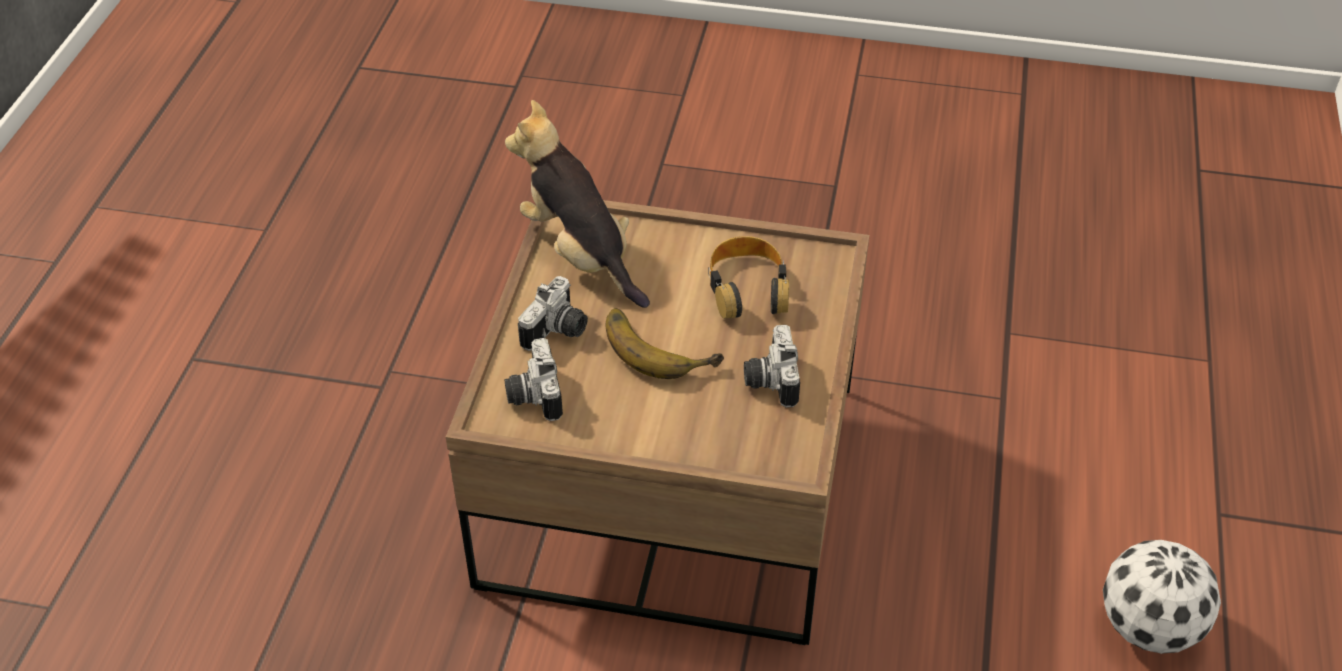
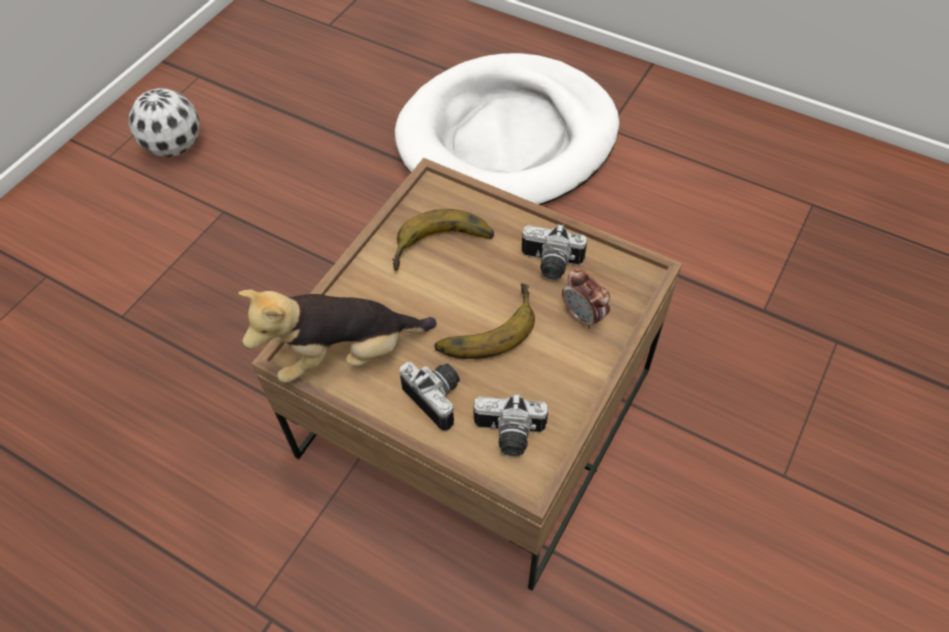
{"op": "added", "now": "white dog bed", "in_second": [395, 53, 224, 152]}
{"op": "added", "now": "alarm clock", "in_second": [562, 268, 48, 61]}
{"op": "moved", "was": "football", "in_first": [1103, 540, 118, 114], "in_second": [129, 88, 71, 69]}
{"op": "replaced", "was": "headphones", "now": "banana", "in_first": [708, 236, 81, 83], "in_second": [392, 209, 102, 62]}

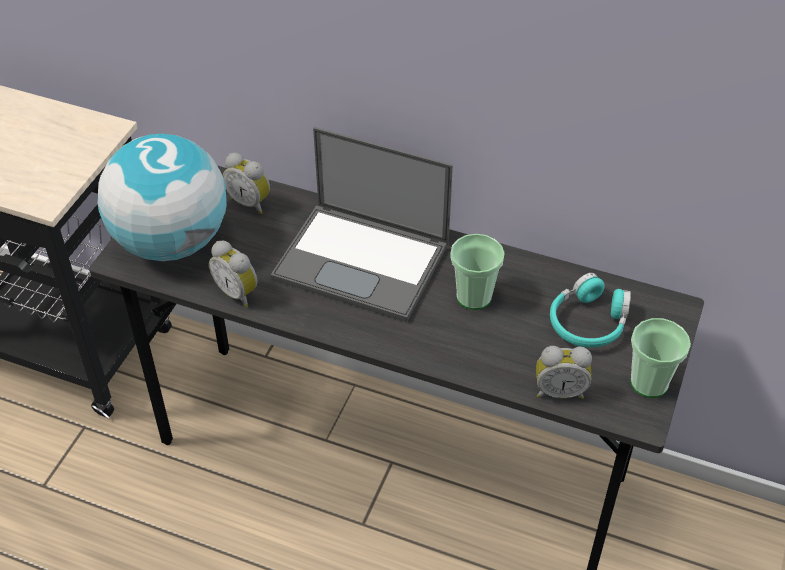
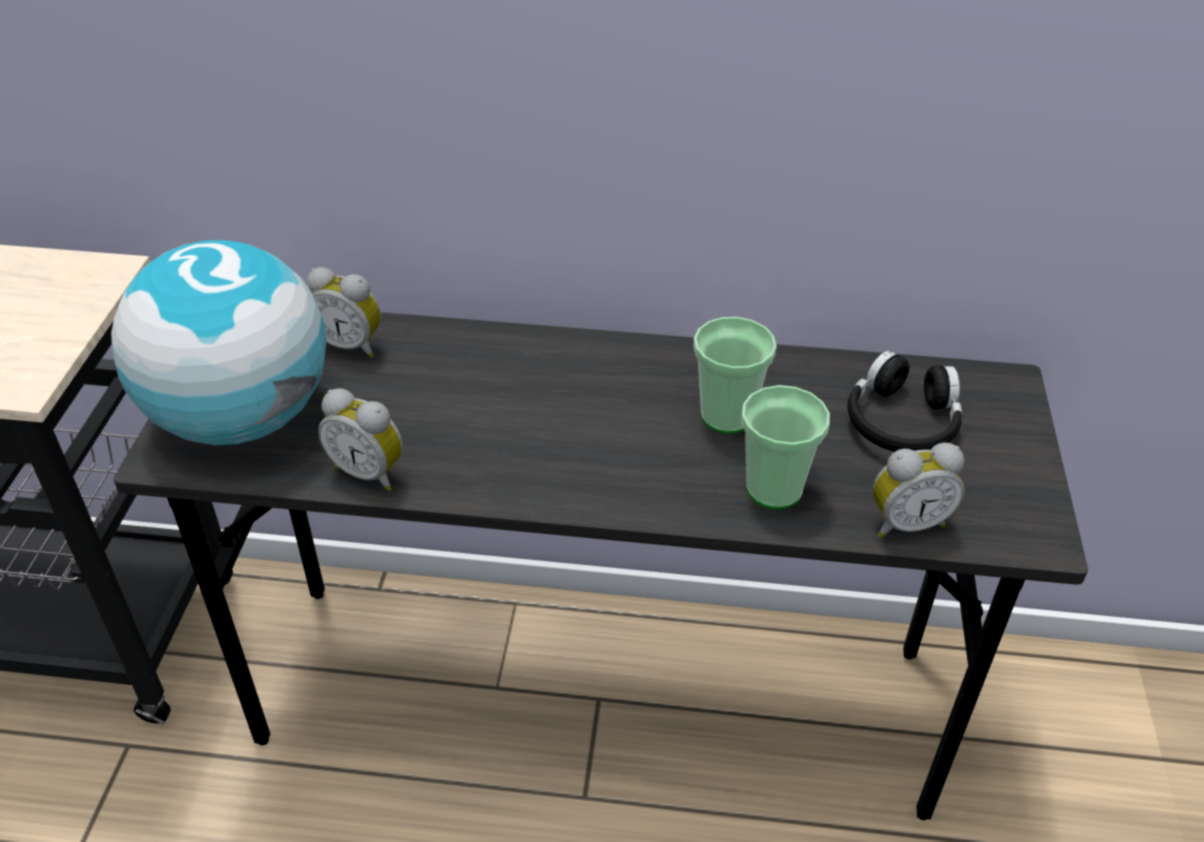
{"op": "removed", "was": "laptop", "in_first": [271, 127, 182, 195]}
{"op": "moved", "was": "cup", "in_first": [631, 318, 60, 80], "in_second": [741, 385, 89, 124]}
{"op": "recoloured", "was": "turquoise headphones", "now": "black headphones", "in_first": [550, 273, 81, 75], "in_second": [847, 351, 115, 101]}

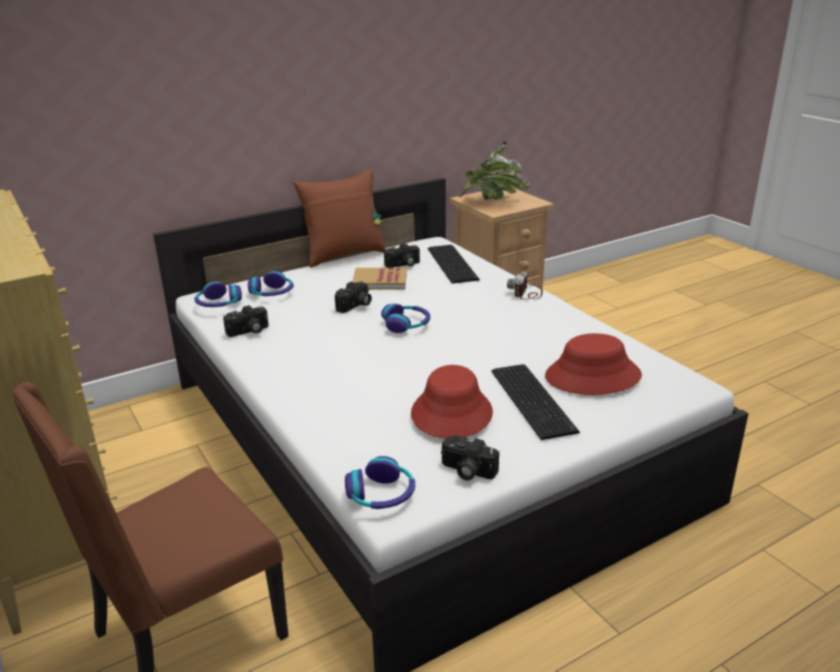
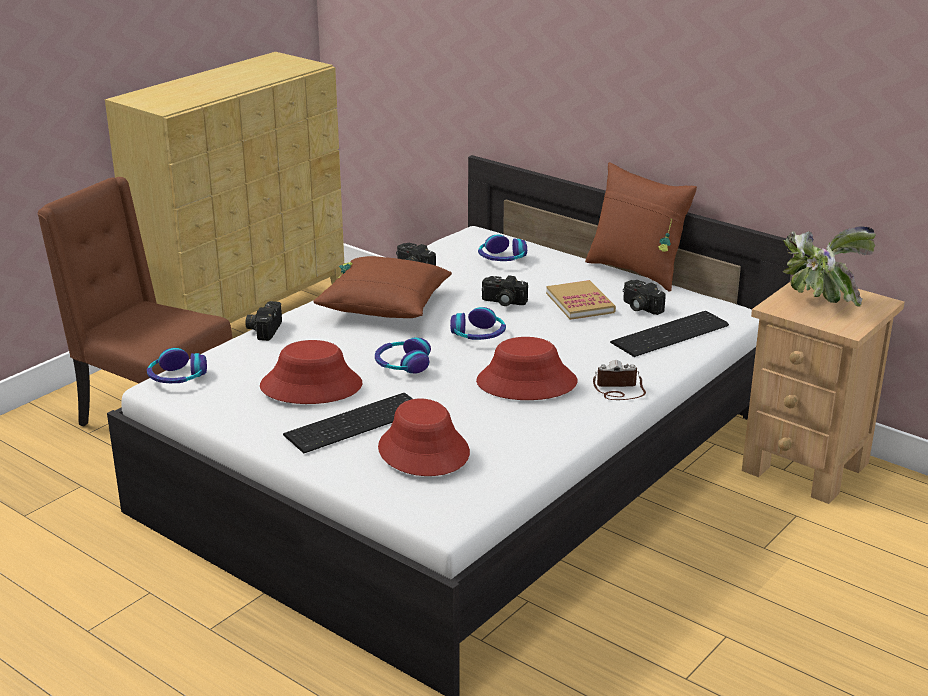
{"op": "added", "now": "brown pillow", "in_second": [313, 256, 139, 62]}
{"op": "added", "now": "red hat", "in_second": [476, 337, 101, 63]}
{"op": "moved", "was": "headphones", "in_first": [194, 282, 48, 25], "in_second": [375, 338, 56, 35]}
{"op": "moved", "was": "photo camera", "in_first": [441, 435, 58, 46], "in_second": [246, 301, 36, 40]}

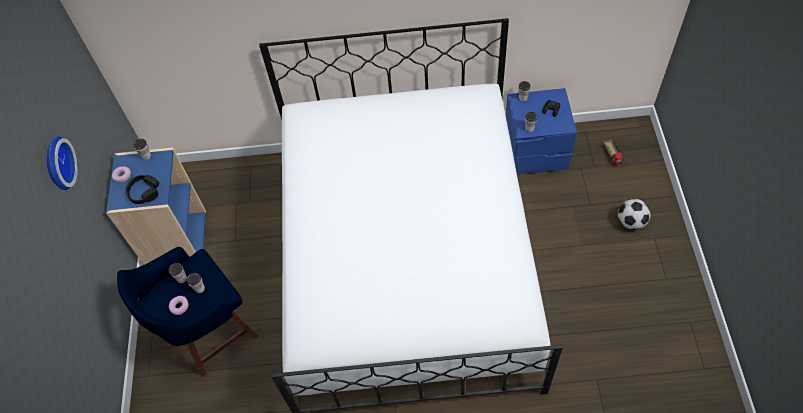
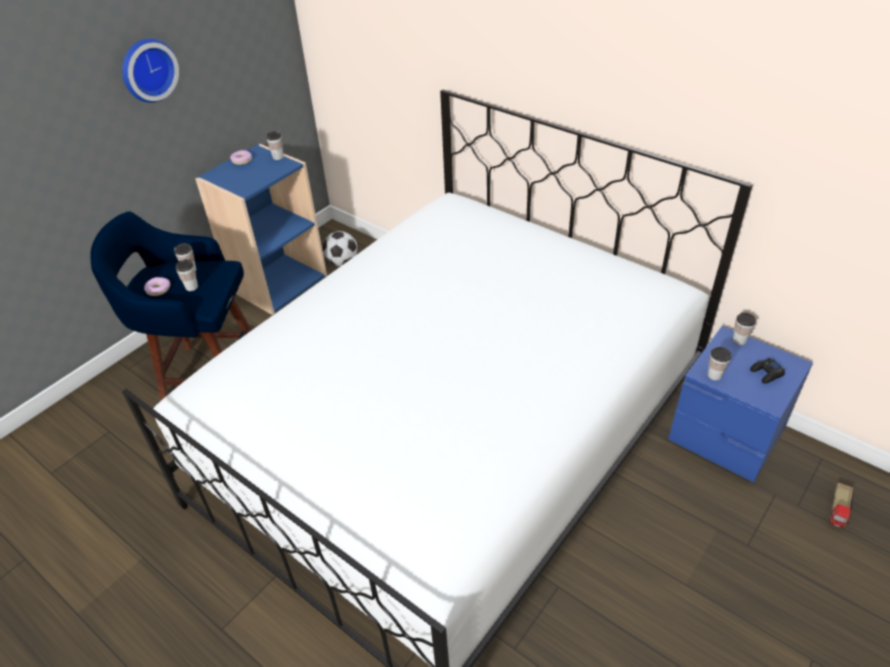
{"op": "removed", "was": "black headphones", "in_first": [126, 175, 33, 29]}
{"op": "moved", "was": "football", "in_first": [618, 199, 33, 31], "in_second": [323, 231, 35, 35]}

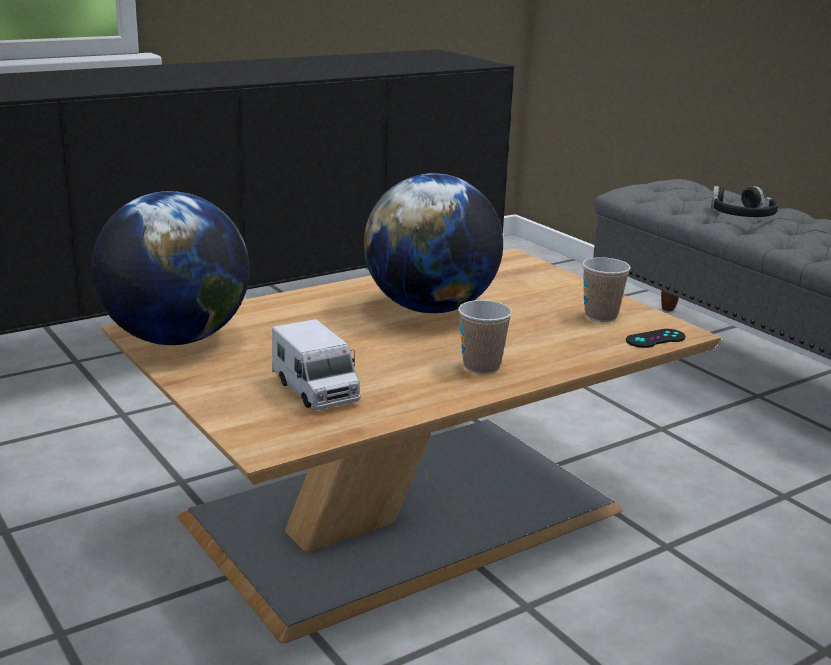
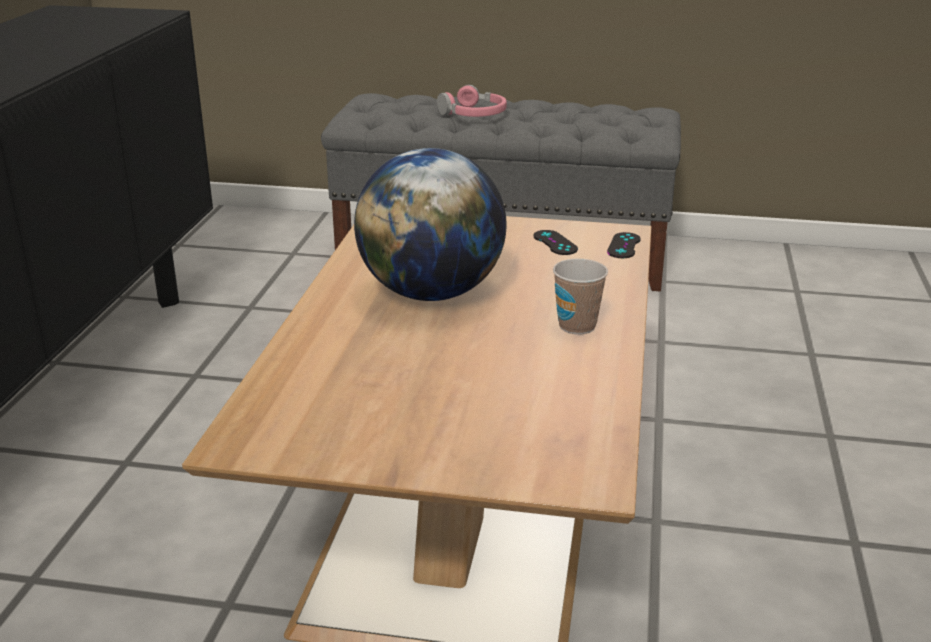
{"op": "removed", "was": "globe", "in_first": [92, 191, 158, 154]}
{"op": "removed", "was": "toy truck", "in_first": [272, 319, 89, 91]}
{"op": "replaced", "was": "cup", "now": "black game controller", "in_first": [582, 257, 49, 65], "in_second": [534, 230, 44, 25]}
{"op": "recoloured", "was": "black headphones", "now": "pink headphones", "in_first": [711, 186, 67, 31], "in_second": [437, 85, 70, 32]}

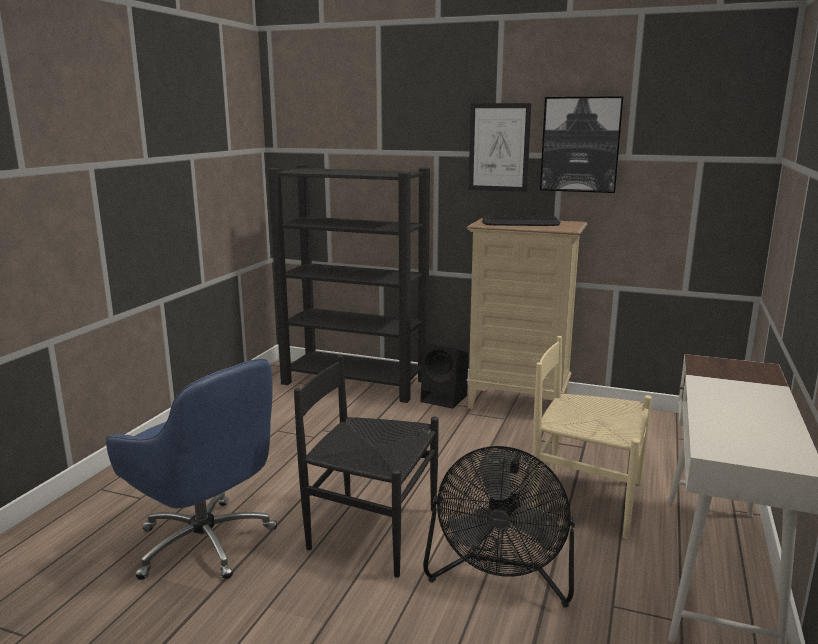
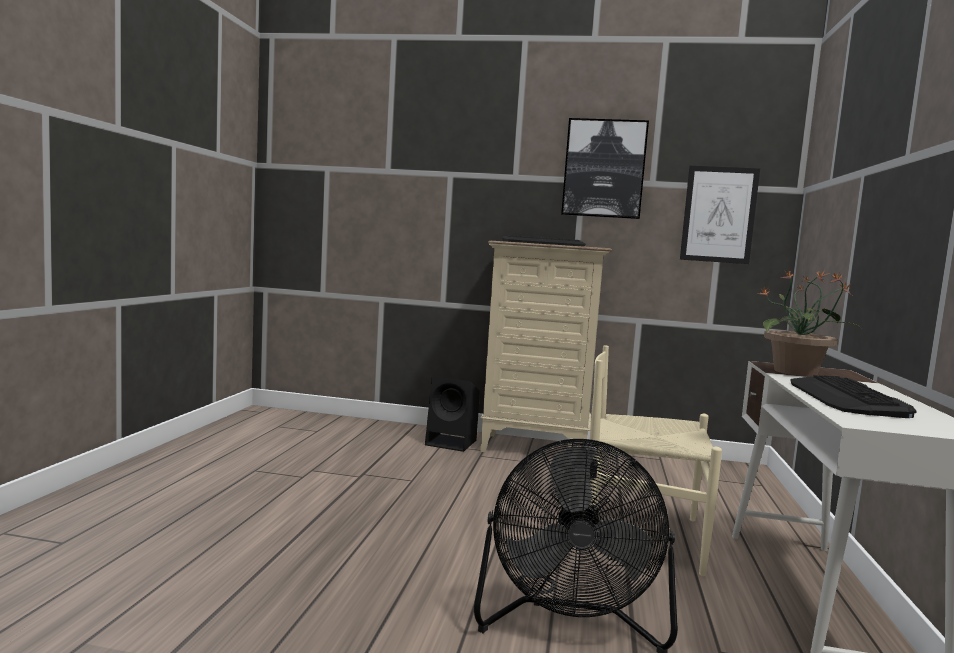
{"op": "removed", "was": "blue office chair", "in_first": [106, 359, 171, 221]}
{"op": "removed", "was": "black bookcase", "in_first": [268, 164, 162, 239]}
{"op": "removed", "was": "black chair", "in_first": [294, 355, 145, 223]}
{"op": "added", "now": "potted plant", "in_second": [756, 270, 105, 107]}
{"op": "added", "now": "keyboard", "in_second": [791, 375, 125, 43]}
{"op": "moved", "was": "picture", "in_first": [469, 103, 63, 89], "in_second": [680, 166, 80, 98]}

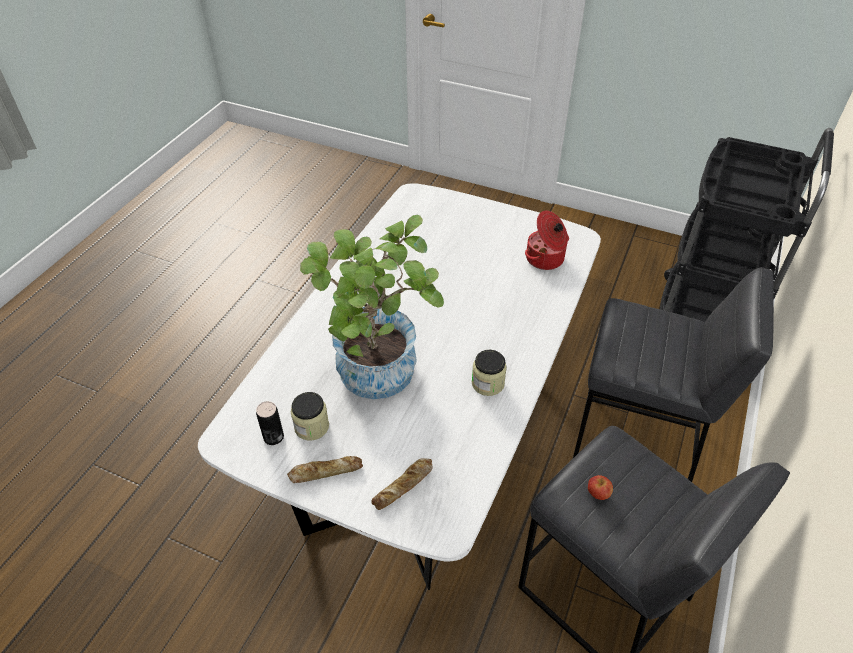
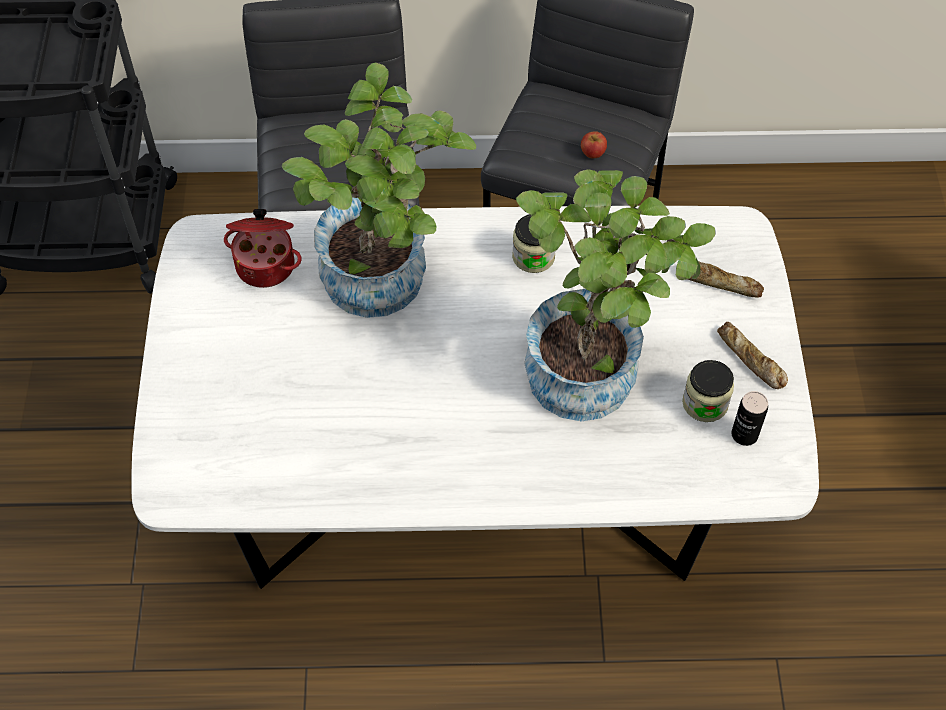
{"op": "added", "now": "potted plant", "in_second": [282, 63, 194, 255]}

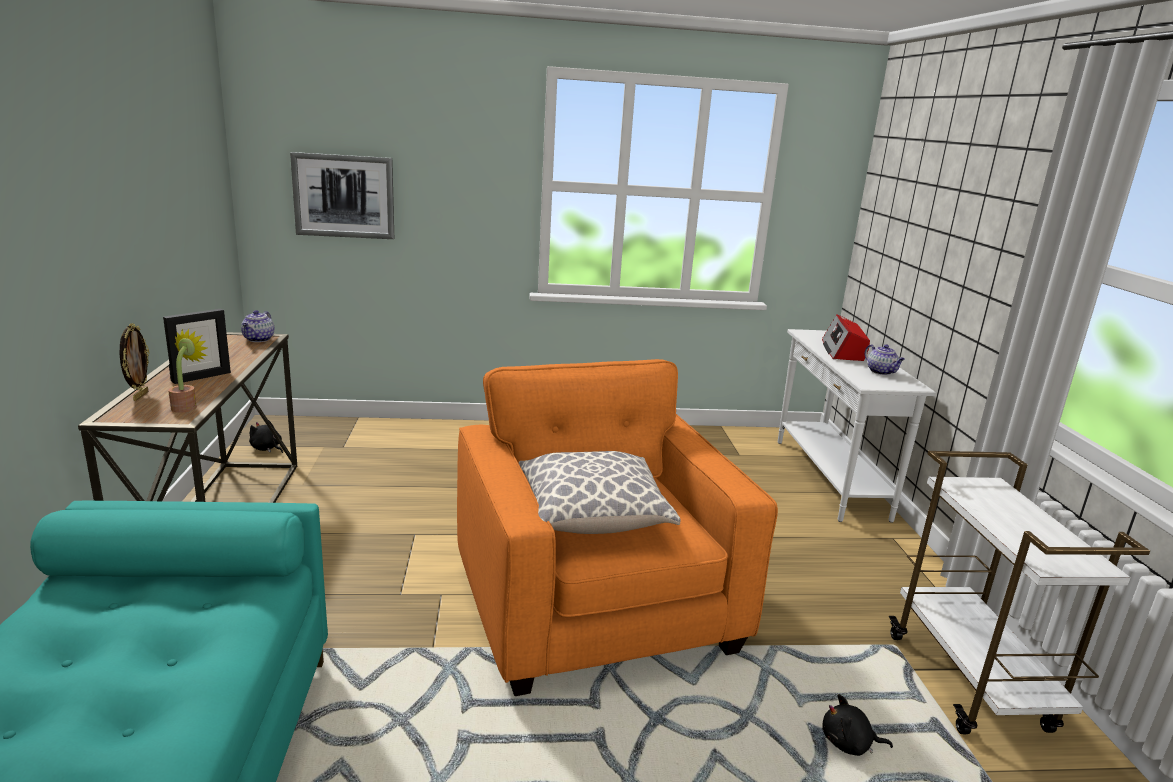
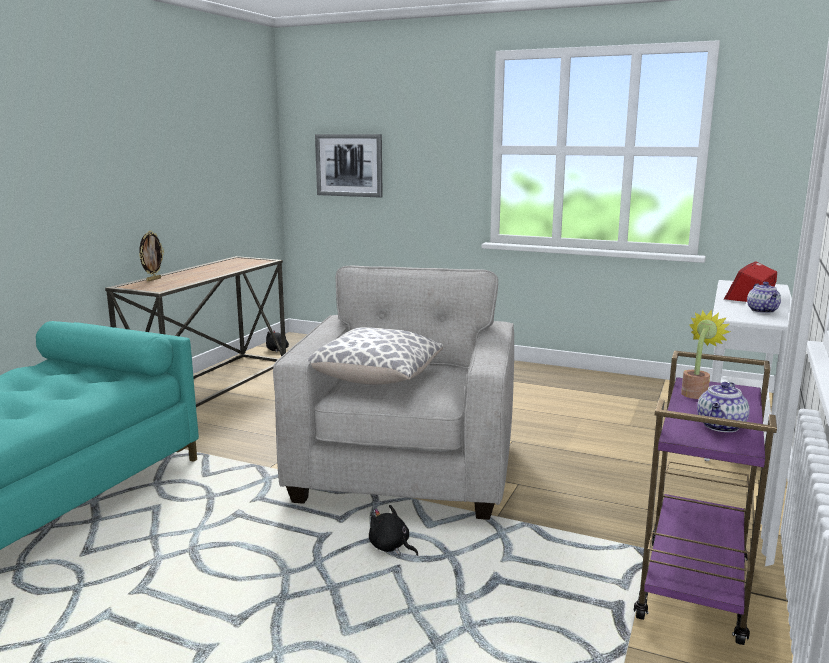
{"op": "removed", "was": "picture frame", "in_first": [163, 309, 68, 75]}
{"op": "moved", "was": "potted plant", "in_first": [168, 329, 39, 84], "in_second": [681, 310, 49, 89]}
{"op": "moved", "was": "teapot", "in_first": [241, 310, 33, 32], "in_second": [697, 382, 53, 50]}
{"op": "moved", "was": "black plush toy", "in_first": [822, 694, 71, 62], "in_second": [369, 505, 49, 51]}
{"op": "recoloured", "was": "orange armchair", "now": "grey armchair", "in_first": [457, 359, 321, 337], "in_second": [273, 266, 241, 254]}
{"op": "recoloured", "was": "white cart", "now": "purple cart", "in_first": [889, 451, 261, 283], "in_second": [633, 350, 144, 295]}

